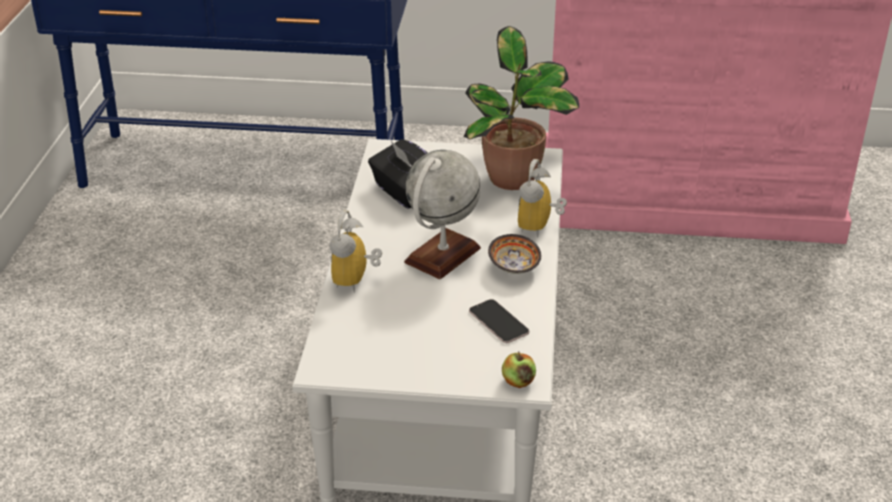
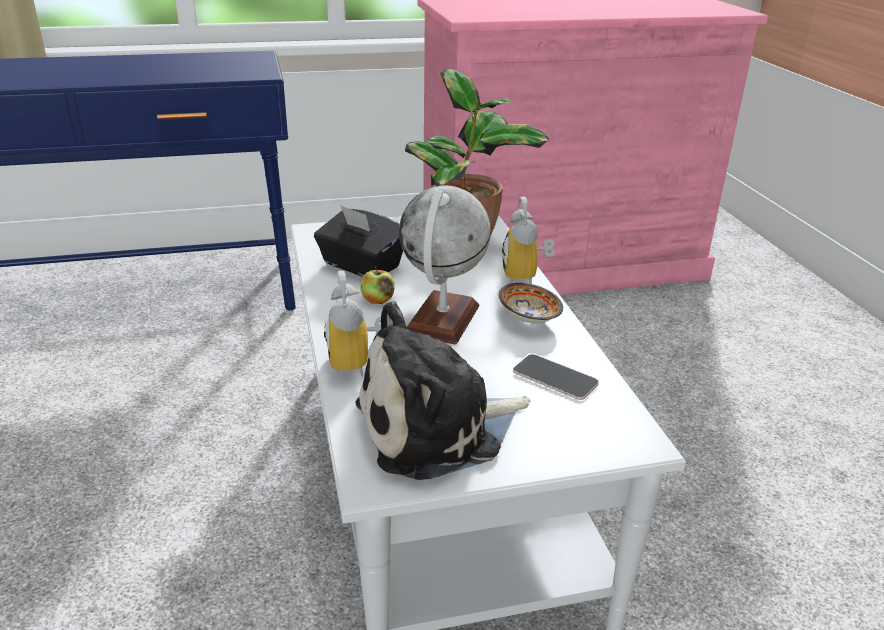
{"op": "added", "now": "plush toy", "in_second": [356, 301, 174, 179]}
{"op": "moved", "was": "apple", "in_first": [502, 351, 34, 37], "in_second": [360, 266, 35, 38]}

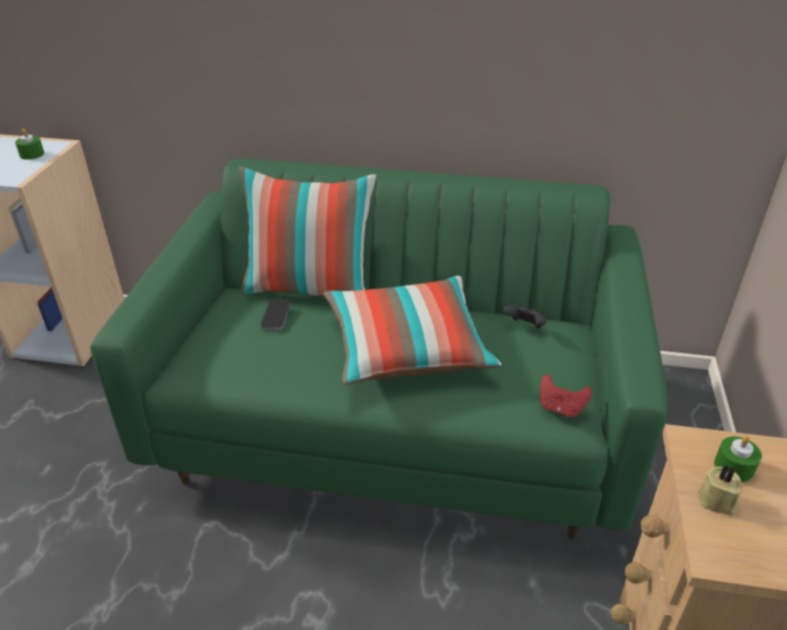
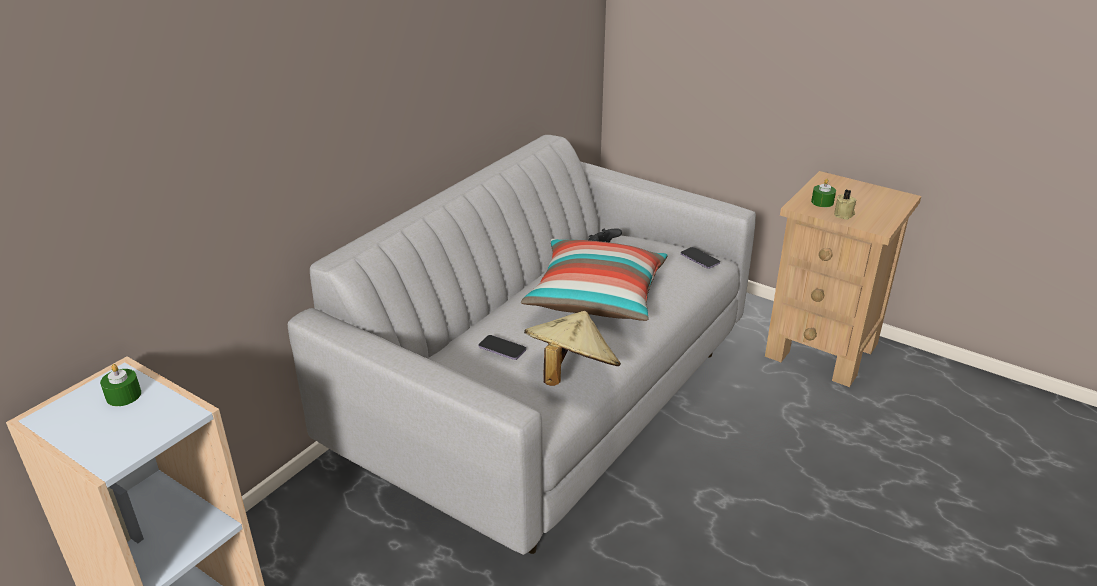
{"op": "removed", "was": "pillow", "in_first": [239, 167, 137, 129]}
{"op": "added", "now": "beige hat", "in_second": [524, 311, 97, 75]}
{"op": "replaced", "was": "red game controller", "now": "phone", "in_first": [540, 374, 52, 44], "in_second": [681, 247, 39, 22]}
{"op": "recoloured", "was": "green sofa", "now": "grey sofa", "in_first": [90, 158, 577, 381], "in_second": [288, 135, 468, 420]}

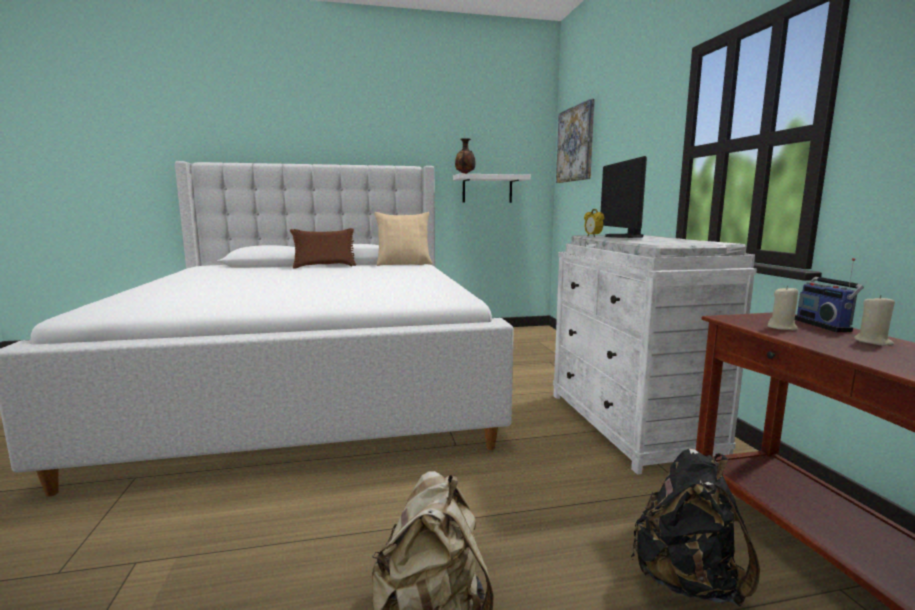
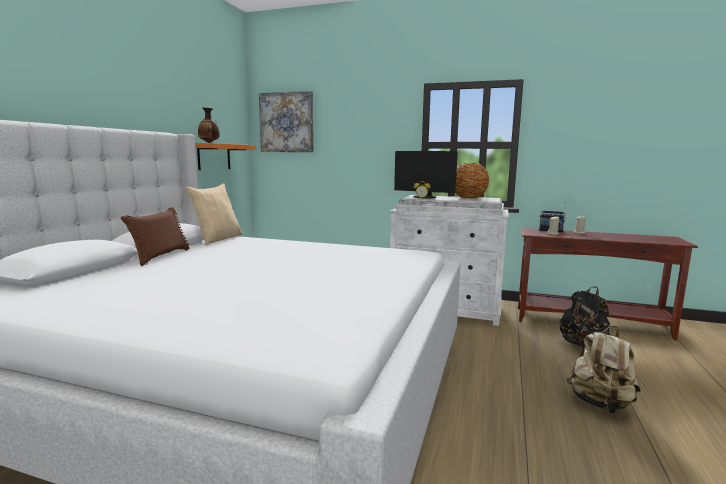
{"op": "added", "now": "vase", "in_second": [455, 163, 34, 35]}
{"op": "recoloured", "was": "white shelf", "now": "orange shelf", "in_first": [453, 174, 78, 29], "in_second": [195, 143, 60, 27]}

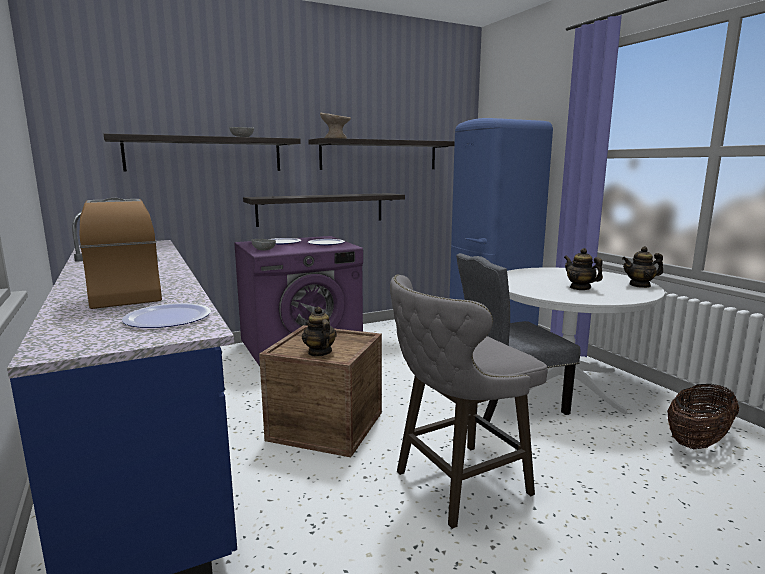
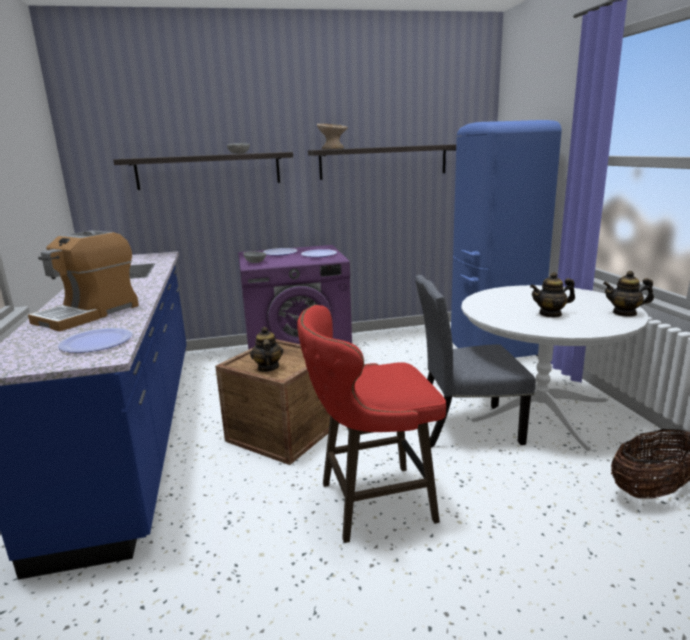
{"op": "removed", "was": "shelf", "in_first": [243, 193, 162, 34]}
{"op": "recoloured", "was": "grey stool", "now": "red stool", "in_first": [390, 274, 158, 255], "in_second": [297, 305, 149, 238]}
{"op": "turned", "was": "coffee machine", "in_first": [80, 198, 82, 111], "in_second": [28, 230, 111, 102], "clockwise": -135}
{"op": "turned", "was": "teapot", "in_first": [564, 248, 39, 42], "in_second": [530, 272, 45, 46], "clockwise": -75}

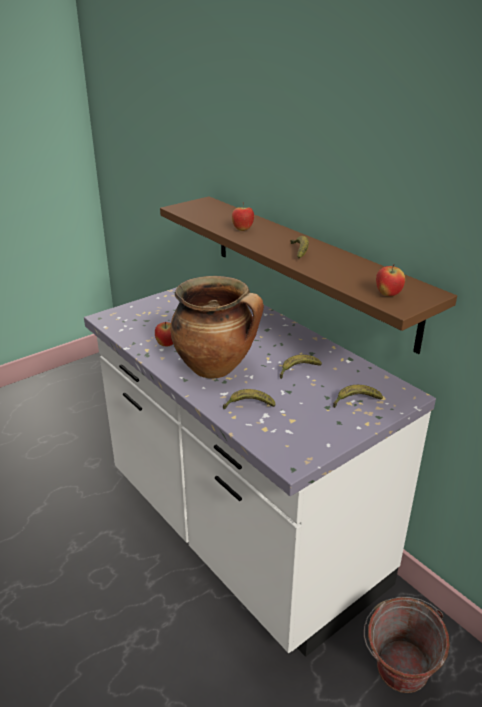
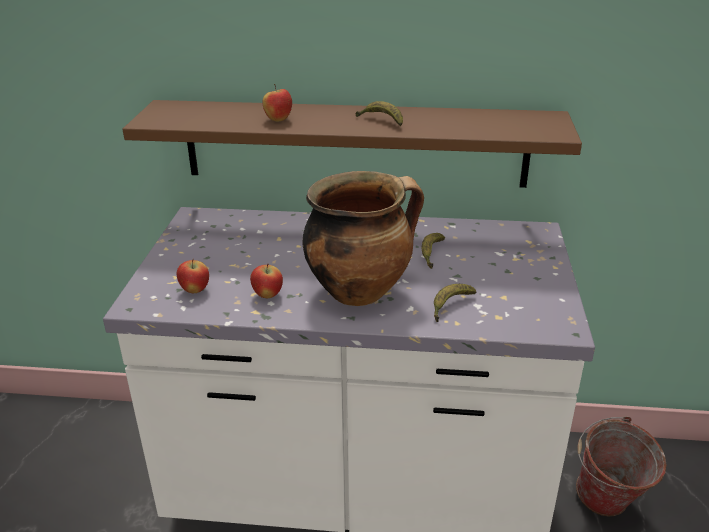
{"op": "removed", "was": "banana", "in_first": [333, 385, 50, 23]}
{"op": "moved", "was": "apple", "in_first": [376, 264, 29, 32], "in_second": [177, 259, 32, 34]}

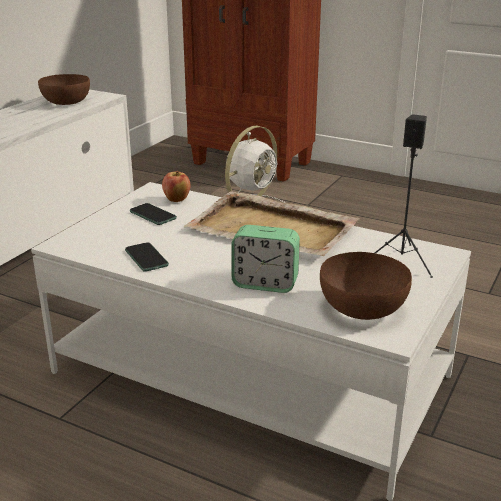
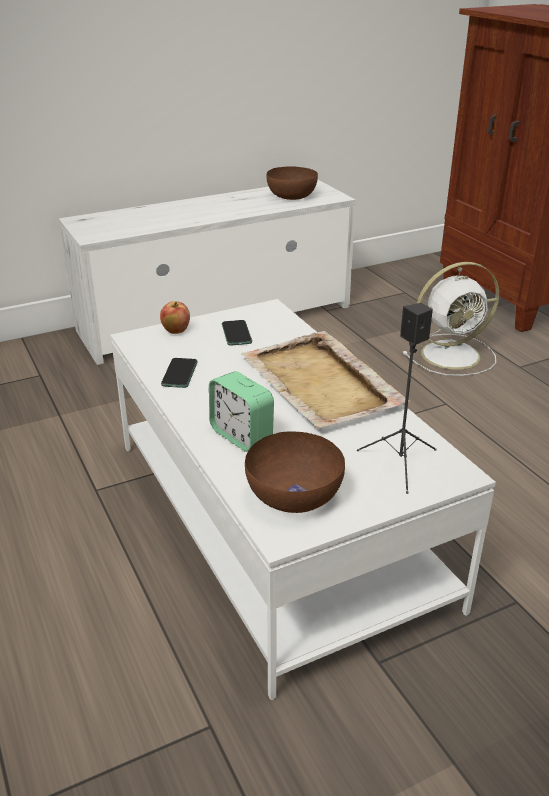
{"op": "moved", "was": "apple", "in_first": [162, 171, 28, 31], "in_second": [160, 301, 30, 33]}

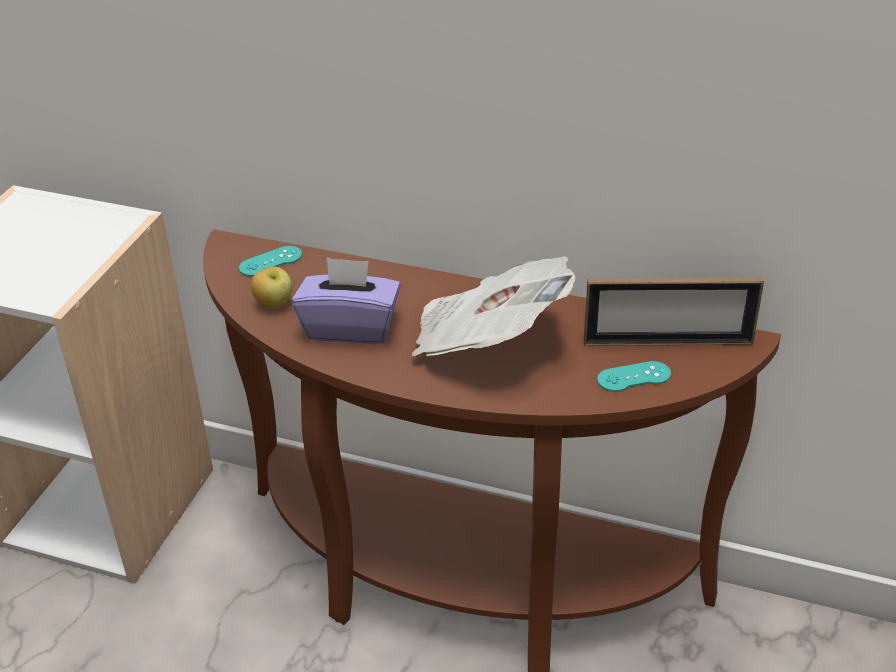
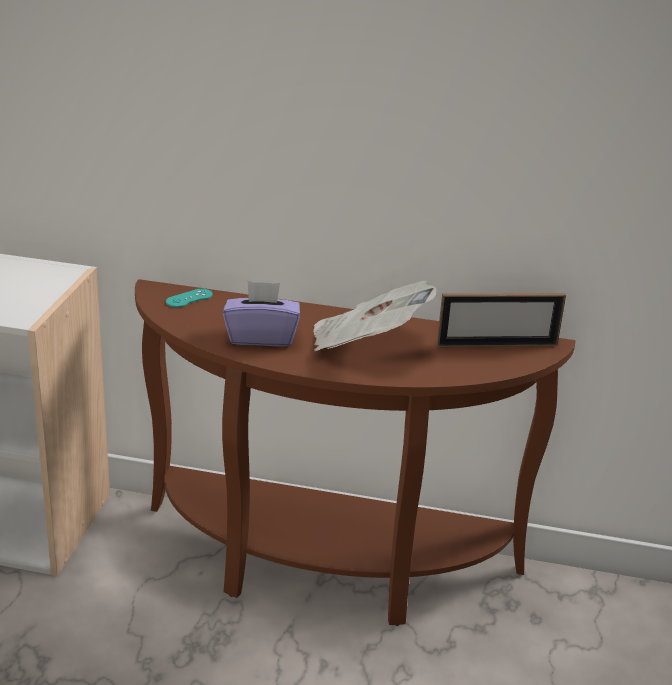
{"op": "removed", "was": "apple", "in_first": [251, 267, 41, 42]}
{"op": "removed", "was": "turquoise game controller", "in_first": [597, 361, 74, 31]}

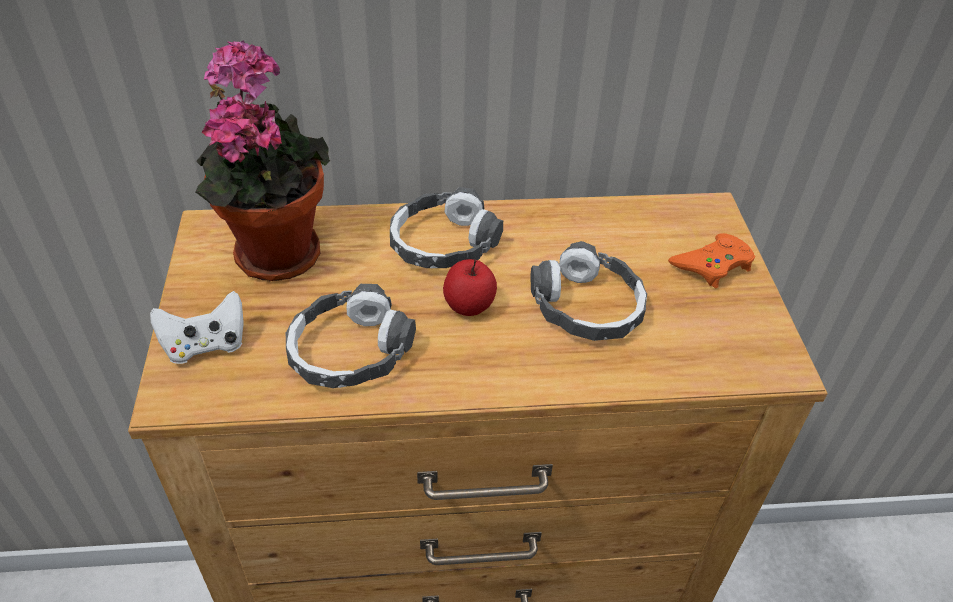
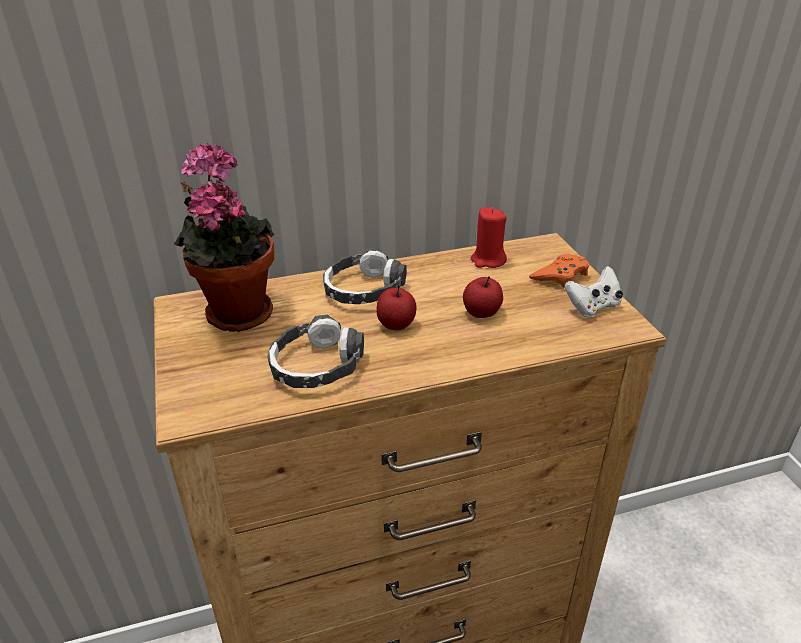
{"op": "added", "now": "red candle", "in_second": [471, 207, 36, 61]}
{"op": "moved", "was": "white game controller", "in_first": [150, 291, 94, 73], "in_second": [564, 266, 59, 52]}
{"op": "replaced", "was": "headphones", "now": "apple", "in_first": [530, 241, 117, 100], "in_second": [463, 276, 40, 42]}

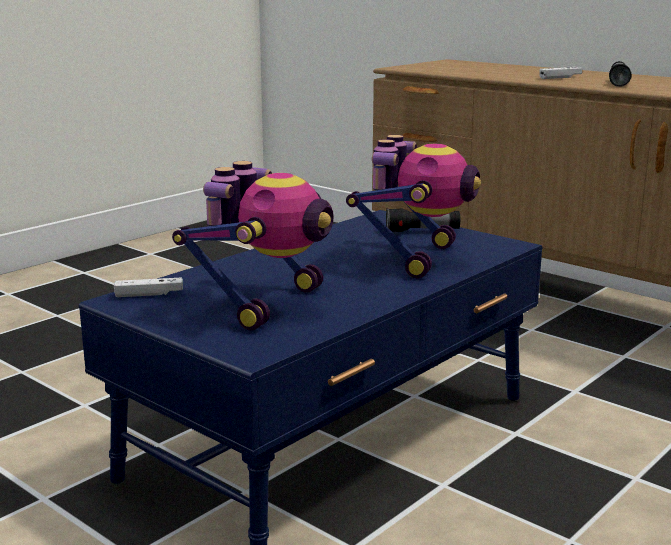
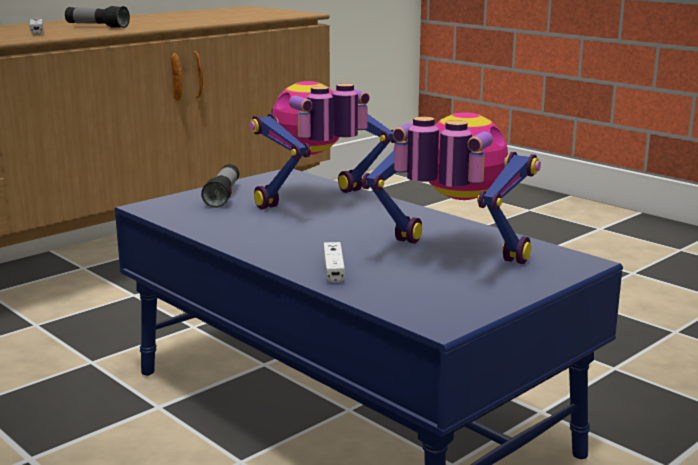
{"op": "moved", "was": "white game controller", "in_first": [114, 278, 69, 19], "in_second": [323, 242, 22, 41]}
{"op": "turned", "was": "toy robot", "in_first": [346, 135, 135, 143], "in_second": [249, 81, 148, 128], "clockwise": -60}

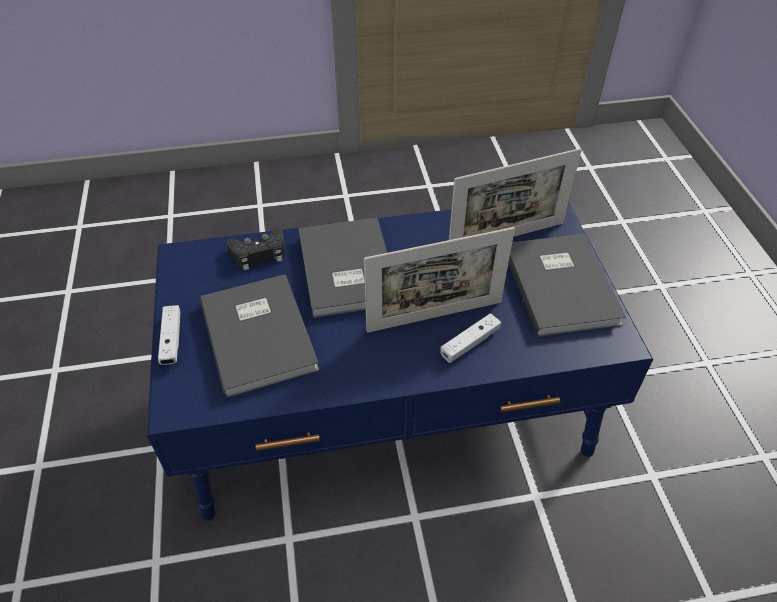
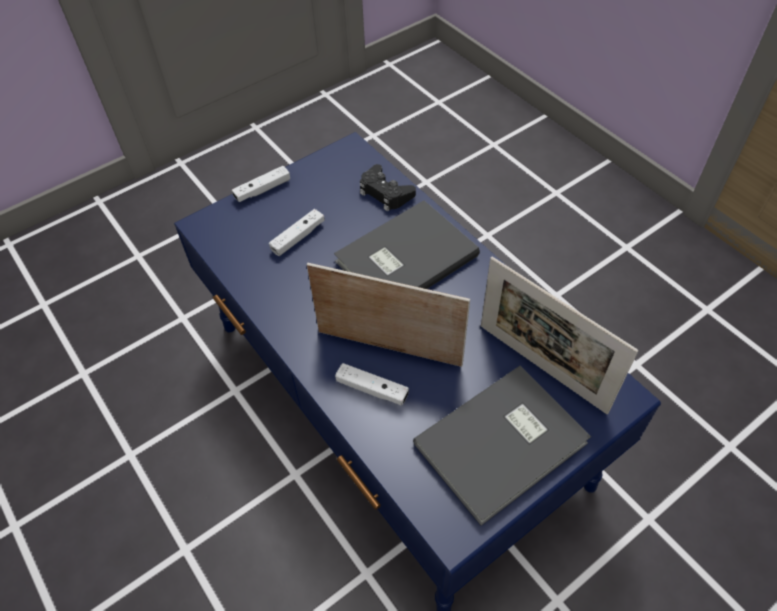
{"op": "replaced", "was": "grey book", "now": "white game controller", "in_first": [200, 274, 120, 124], "in_second": [269, 209, 56, 47]}
{"op": "turned", "was": "picture frame", "in_first": [364, 227, 151, 106], "in_second": [306, 263, 164, 104], "clockwise": 150}

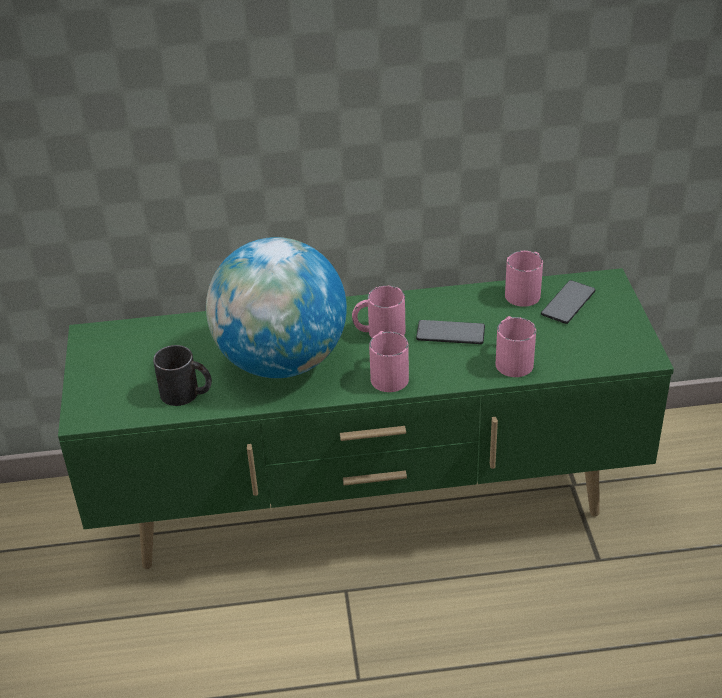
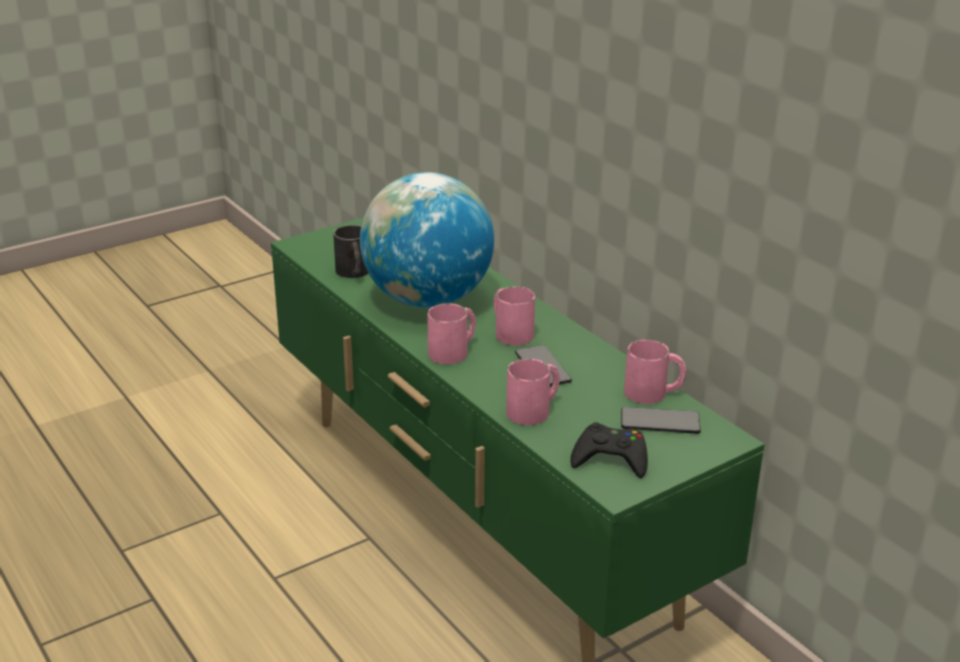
{"op": "added", "now": "black game controller", "in_second": [570, 422, 78, 56]}

